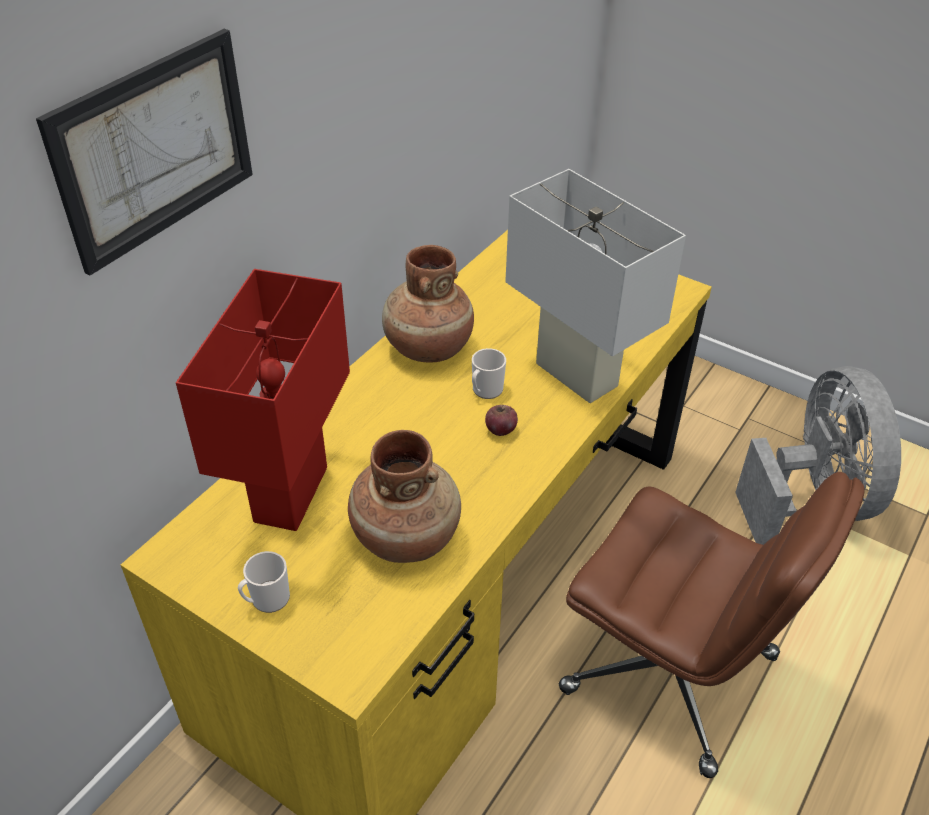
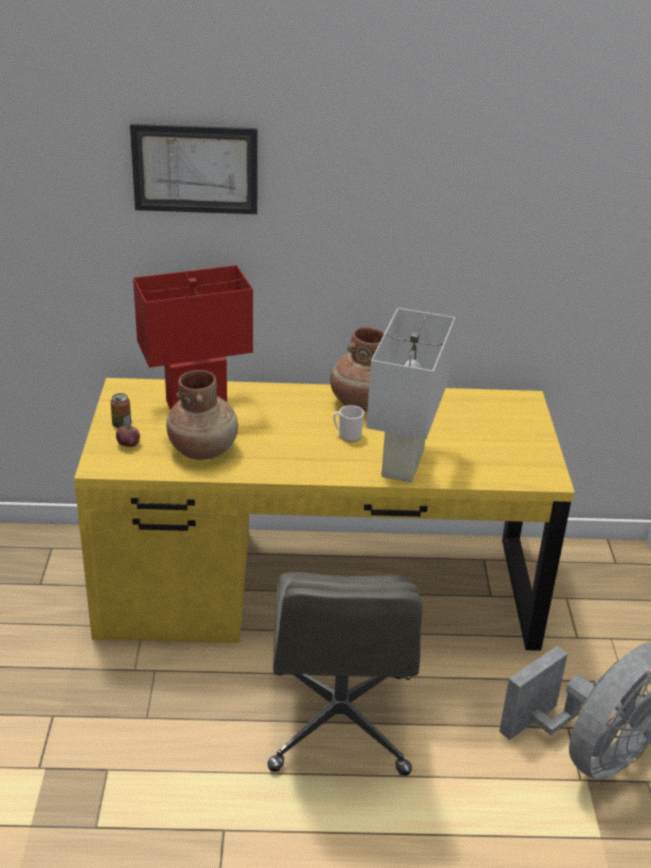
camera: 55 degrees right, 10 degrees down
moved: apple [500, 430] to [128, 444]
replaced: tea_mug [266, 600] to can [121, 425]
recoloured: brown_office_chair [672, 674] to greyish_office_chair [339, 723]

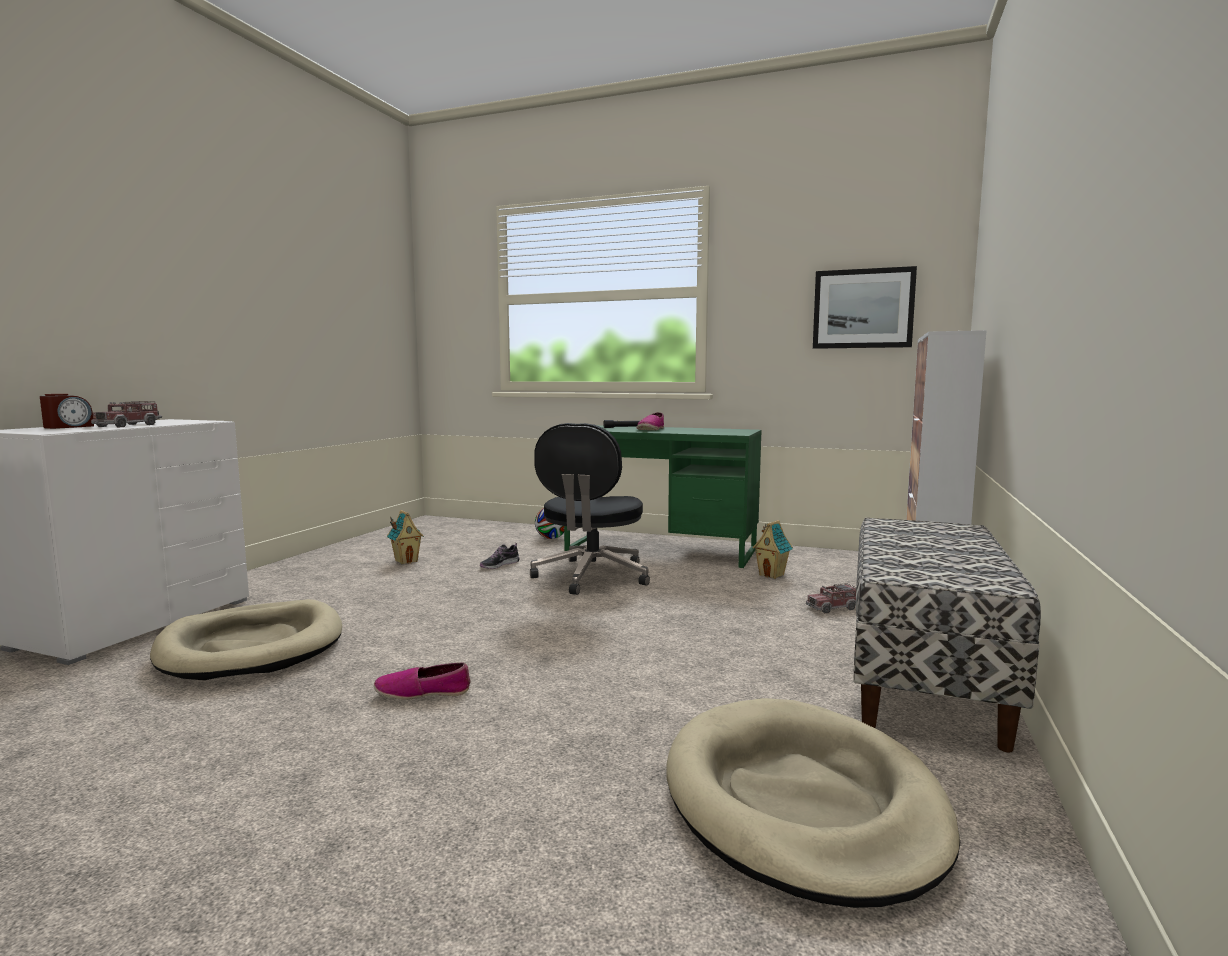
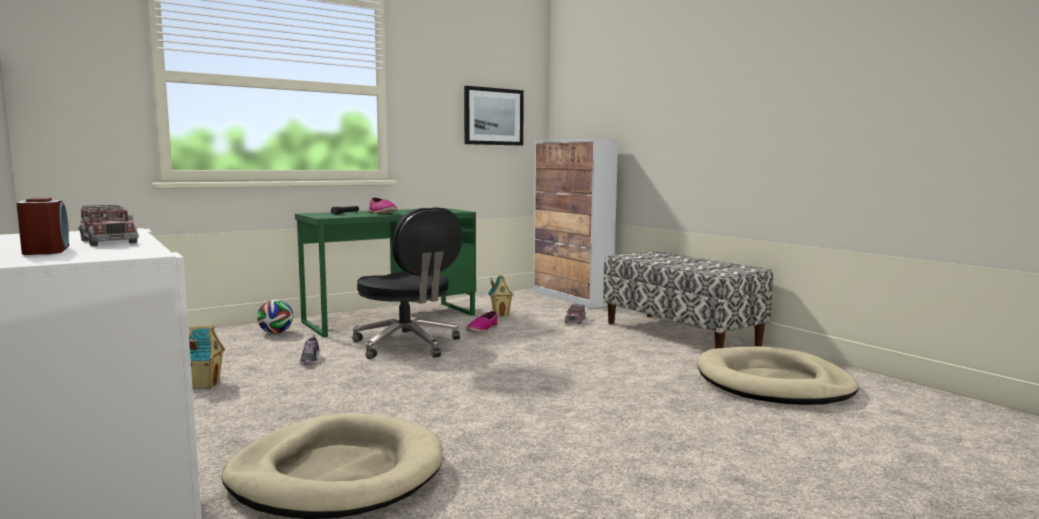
camera: 55 degrees left, 0 degrees up
moved: item_of_footwear [423, 692] to [482, 329]

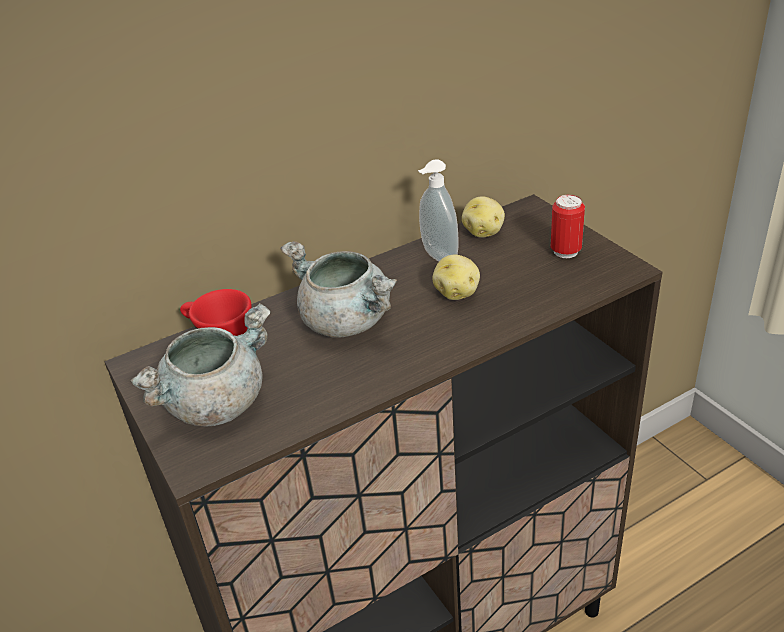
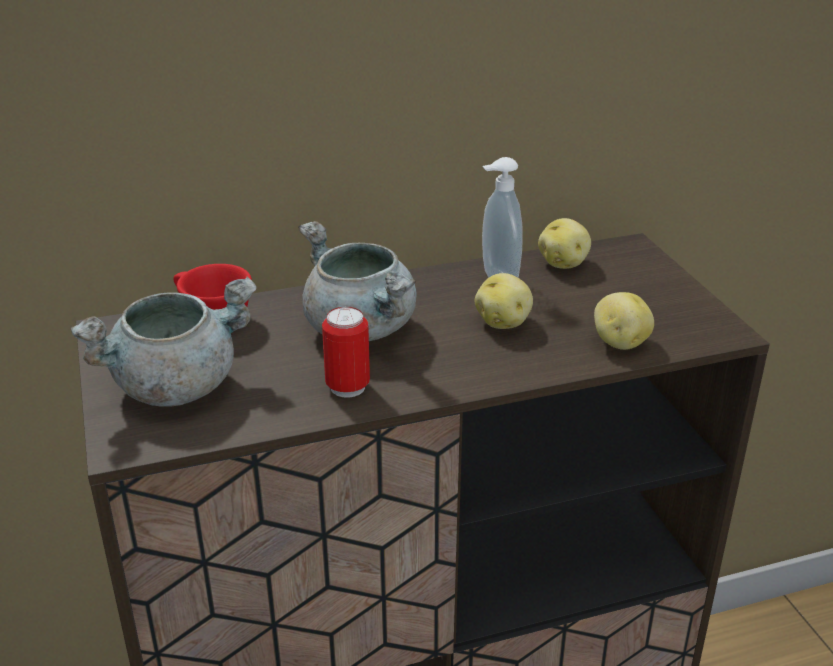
camera: 10 degrees right, 5 degrees down
added: whole_potato [619, 342]
moved: can [565, 251] to [347, 387]

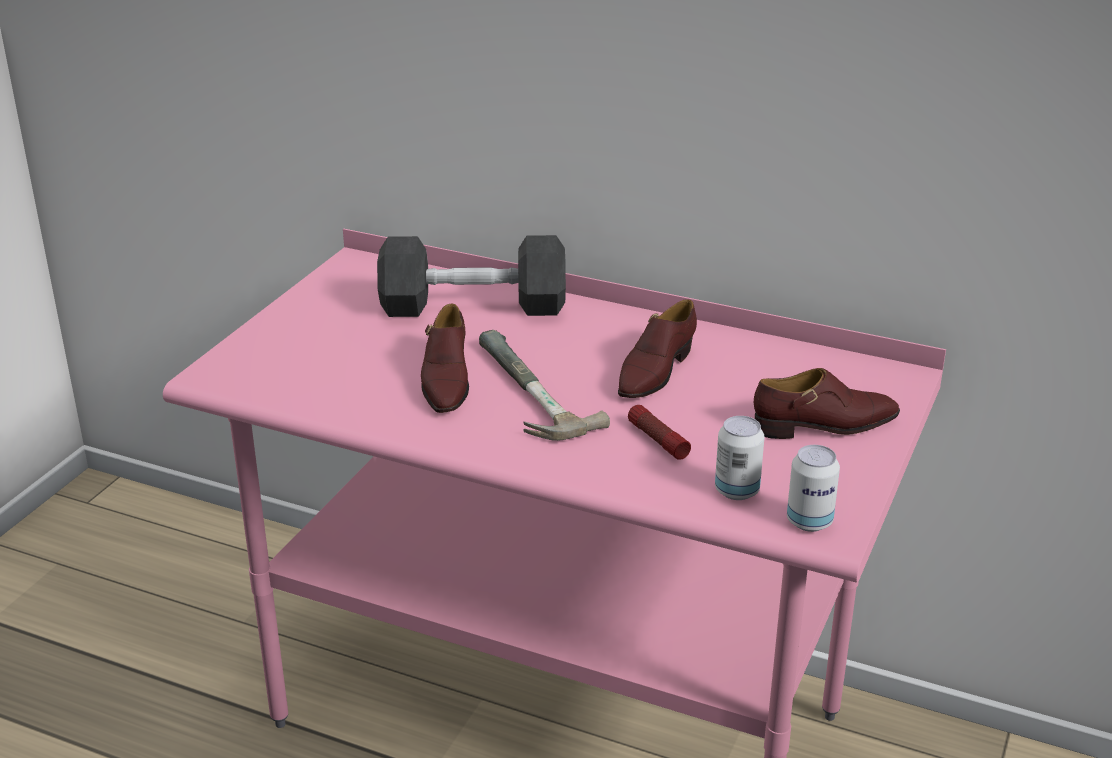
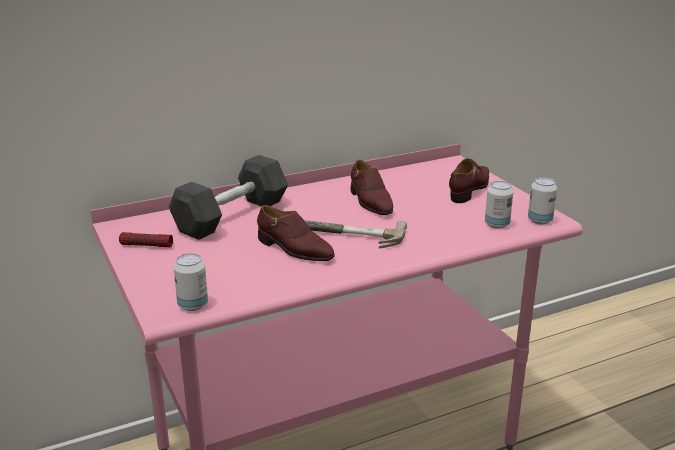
camera: 50 degrees left, 5 degrees down
added: can [193, 305]
moved: torch [657, 440] to [146, 245]

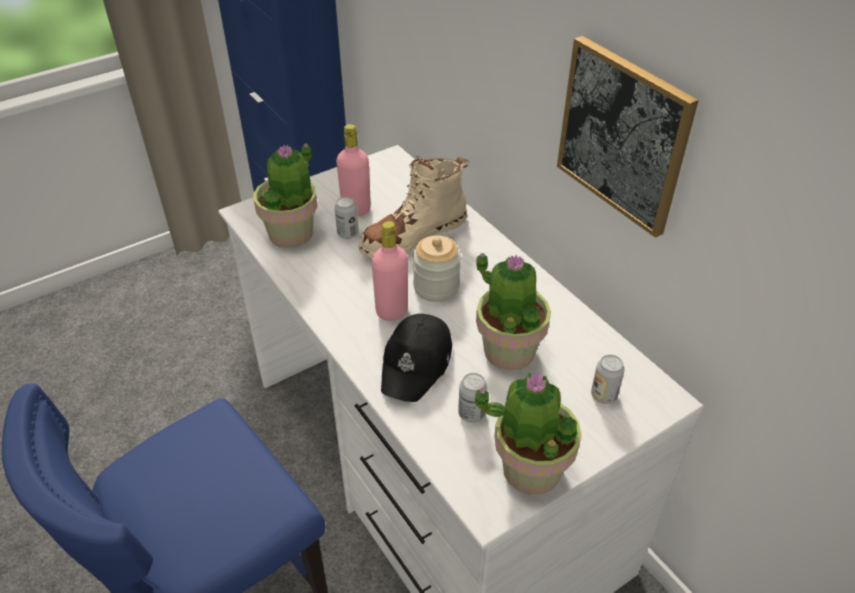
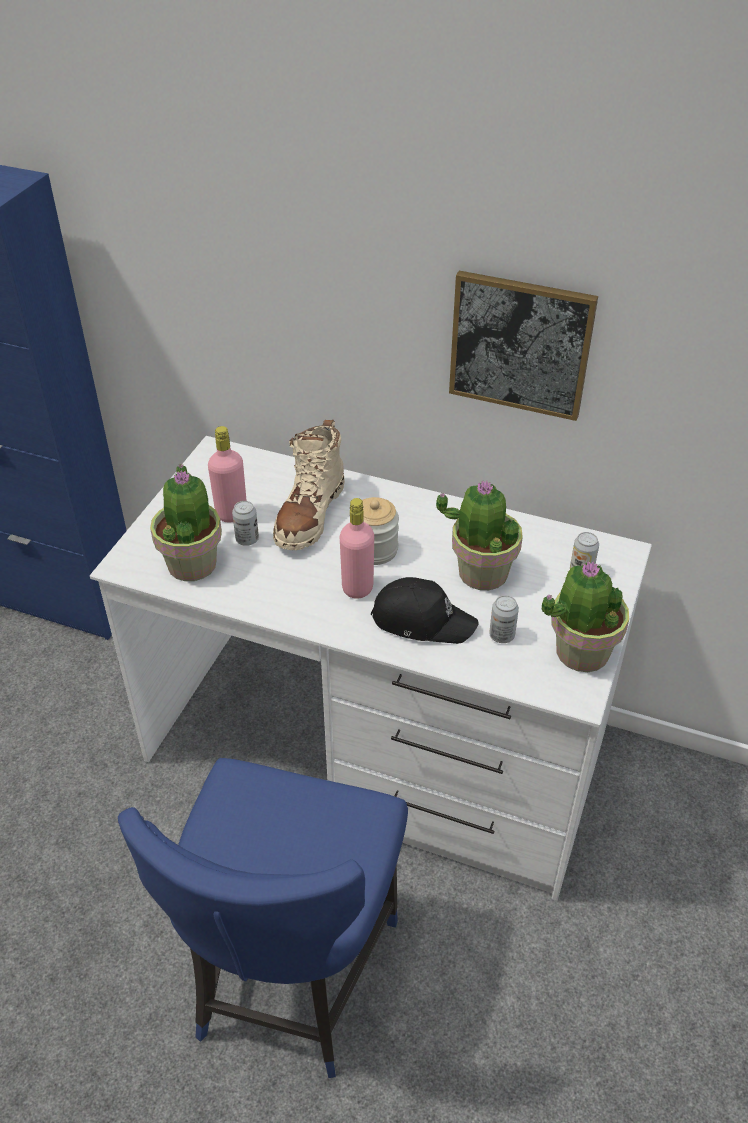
camera: 35 degrees left, 0 degrees up
turned: blackish_cap [417, 364] = [422, 620] 60 degrees counterclockwise

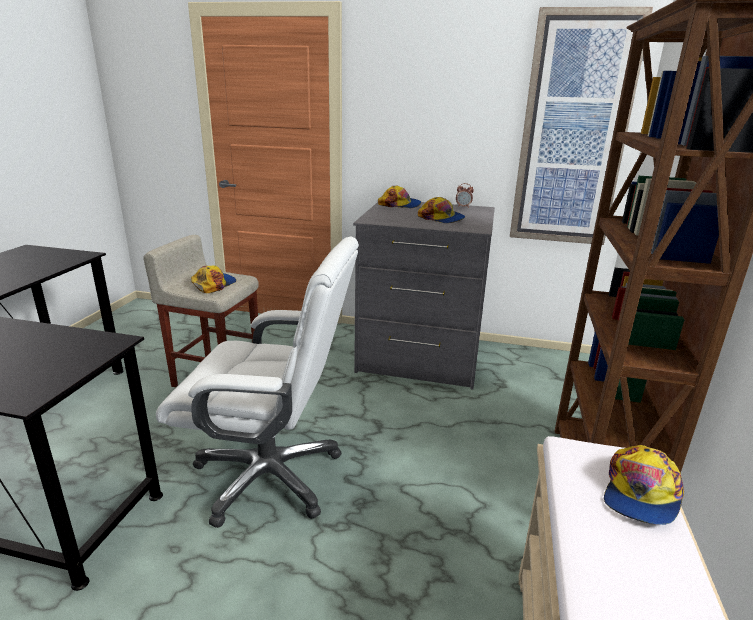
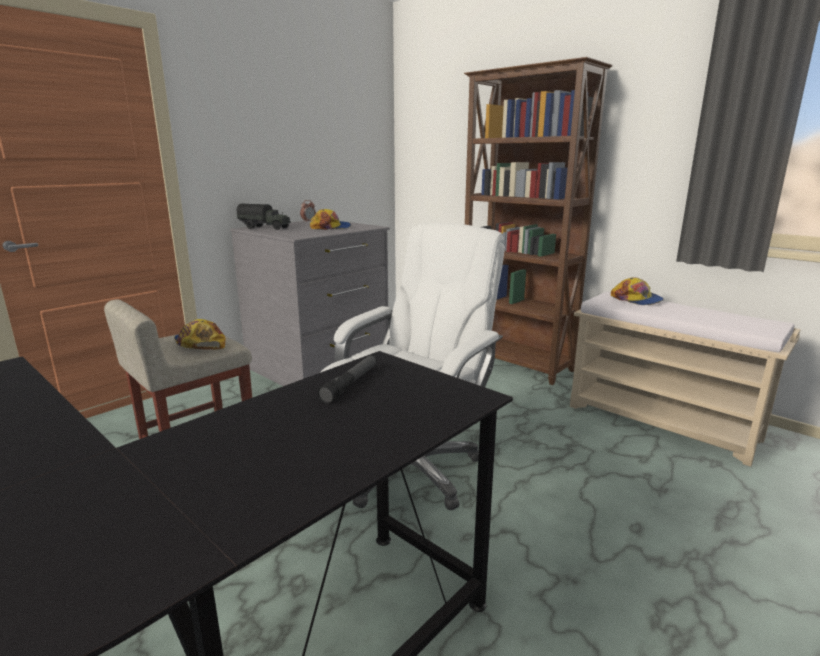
camera: 60 degrees left, 5 degrees down
removed: picture [573, 133]
added: torch [351, 383]
replaced: cap [400, 205] to toy_truck [265, 228]

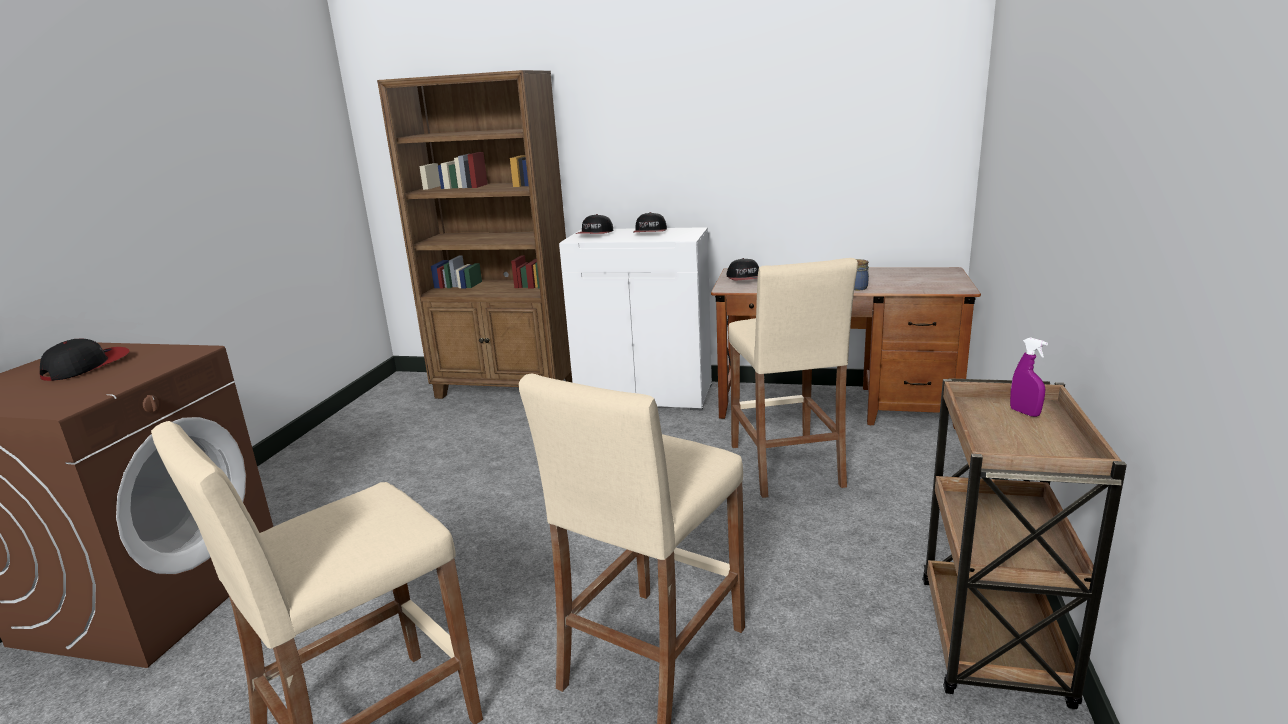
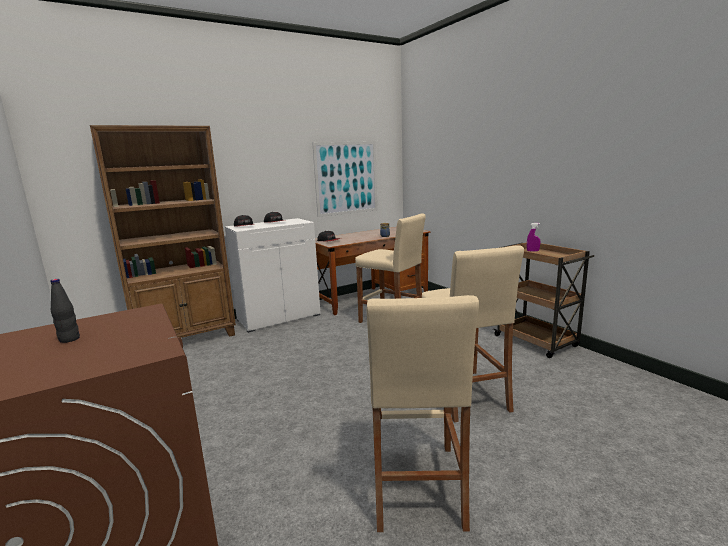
camera: 45 degrees left, 5 degrees down
added: picture [346, 178]
replaced: cap [87, 366] to blackish_drink_bottle [69, 339]

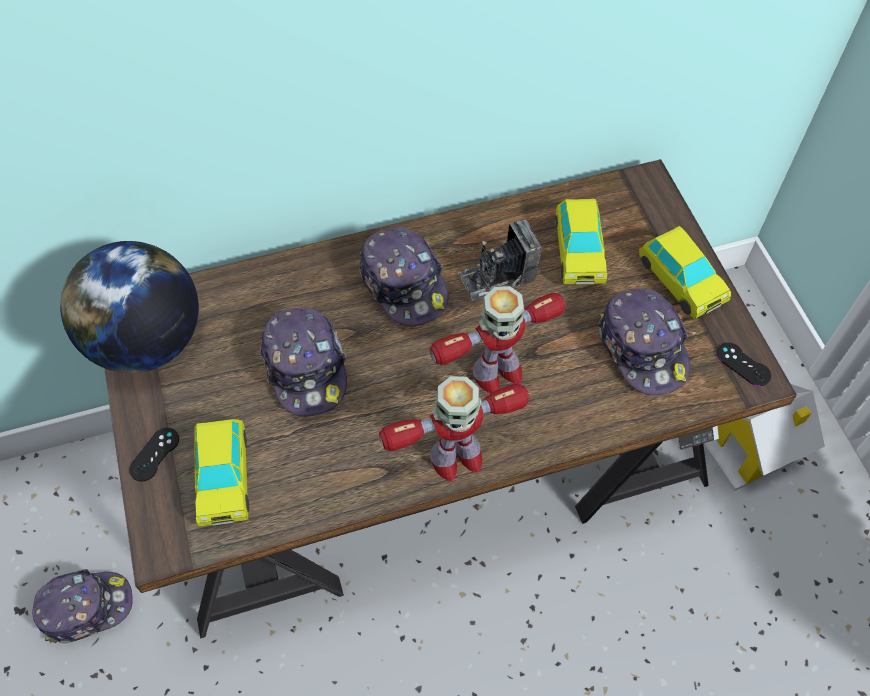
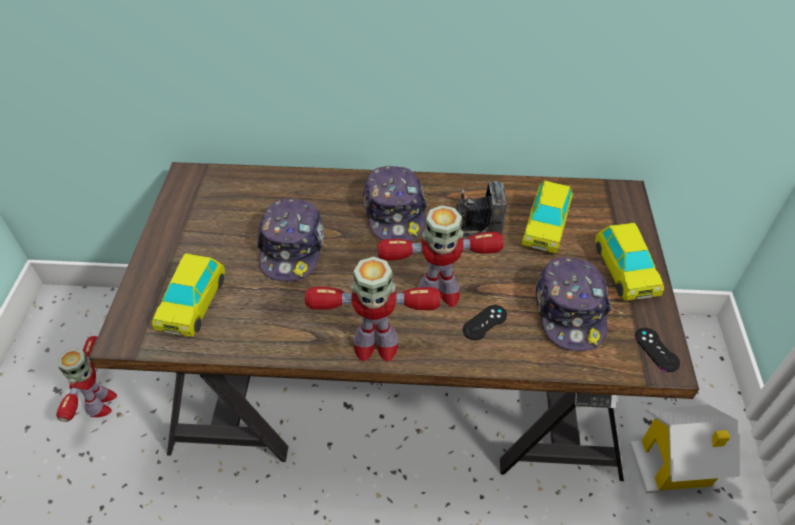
camera: 20 degrees right, 10 degrees down
removed: world_globe [148, 342]
moved: blackish_joypad [154, 454] to [484, 322]
replaced: cap [86, 607] to toy_robot [100, 404]

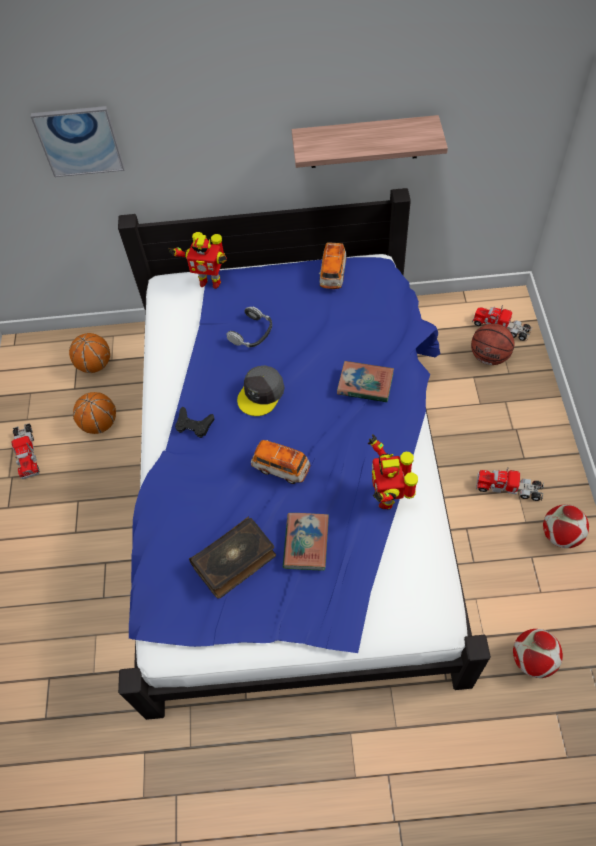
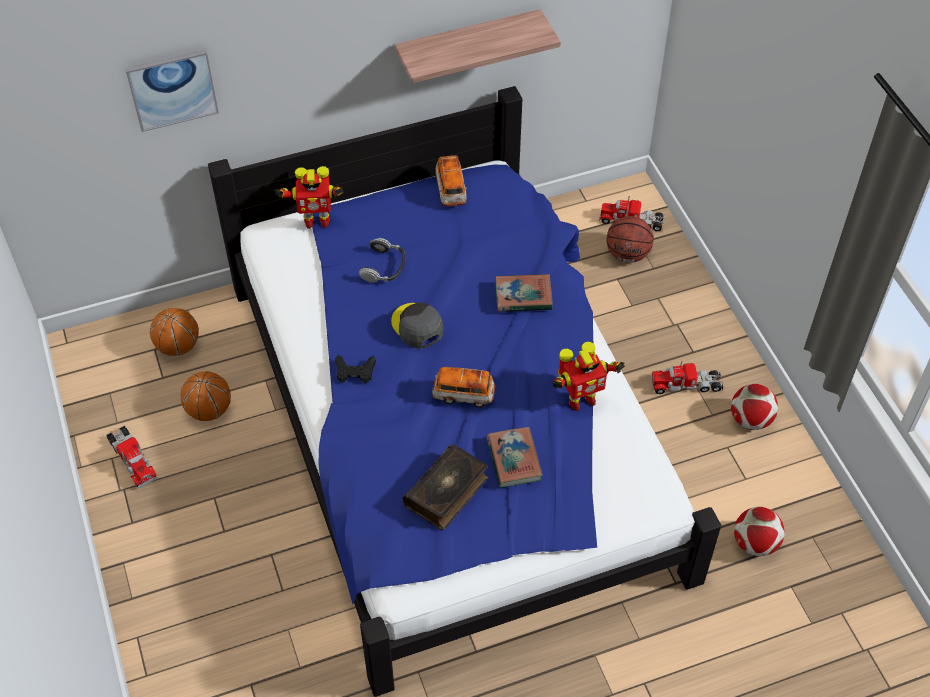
camera: 20 degrees left, 5 degrees down
turned: greyish_cap [261, 394] = [417, 326] 135 degrees clockwise; toy_robot [387, 496] = [580, 400] 90 degrees counterclockwise

